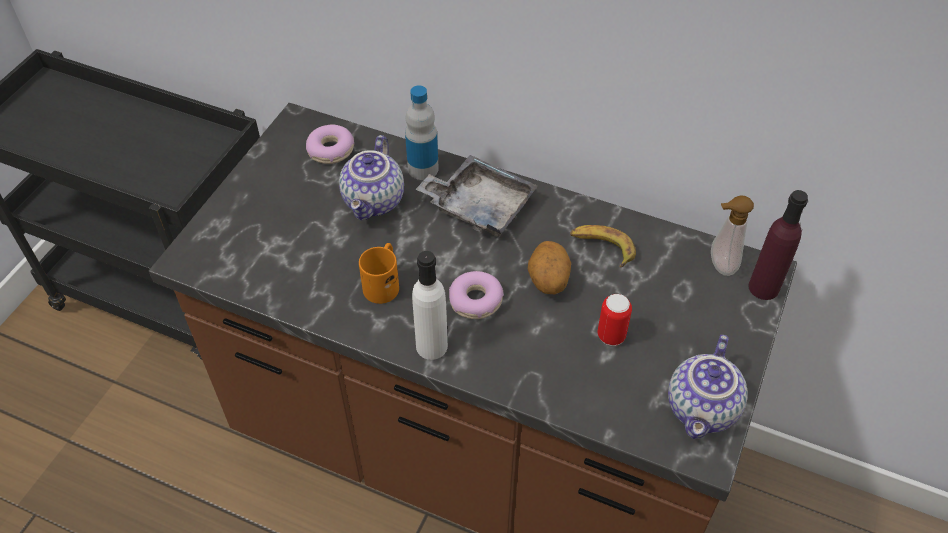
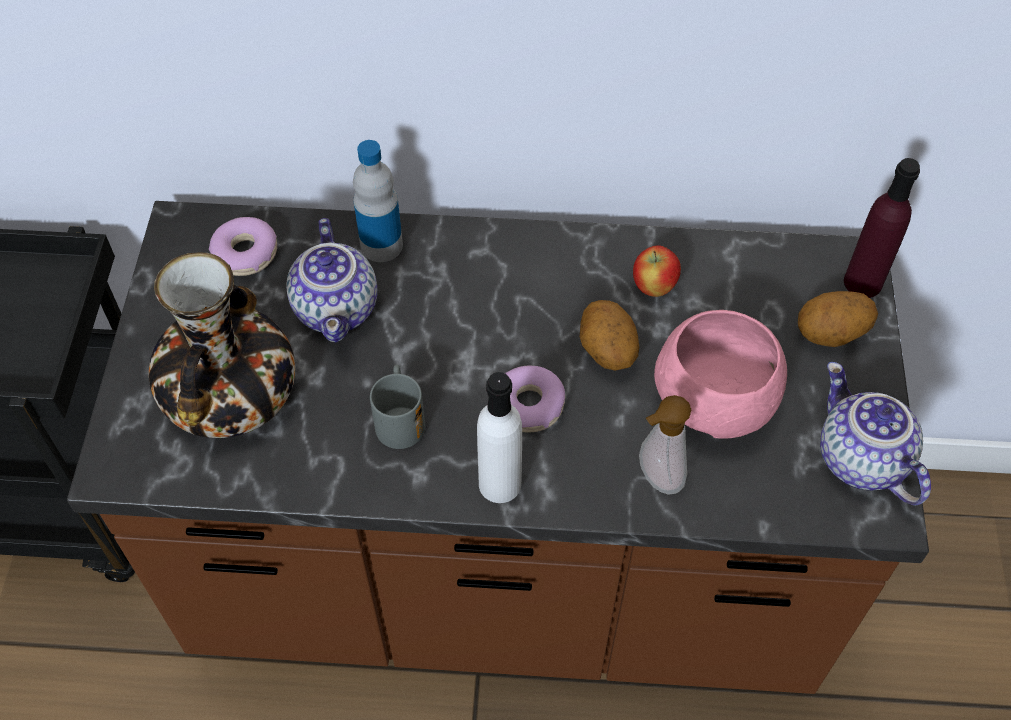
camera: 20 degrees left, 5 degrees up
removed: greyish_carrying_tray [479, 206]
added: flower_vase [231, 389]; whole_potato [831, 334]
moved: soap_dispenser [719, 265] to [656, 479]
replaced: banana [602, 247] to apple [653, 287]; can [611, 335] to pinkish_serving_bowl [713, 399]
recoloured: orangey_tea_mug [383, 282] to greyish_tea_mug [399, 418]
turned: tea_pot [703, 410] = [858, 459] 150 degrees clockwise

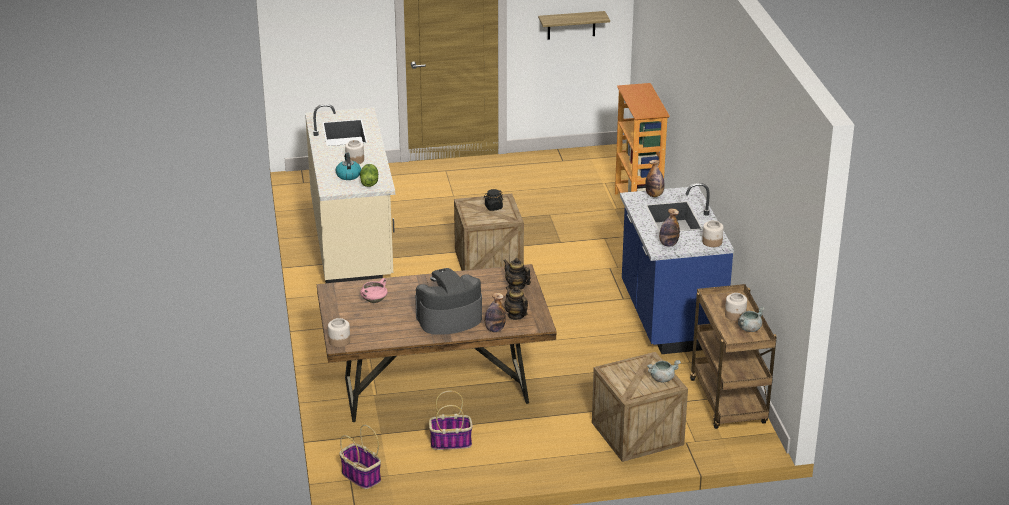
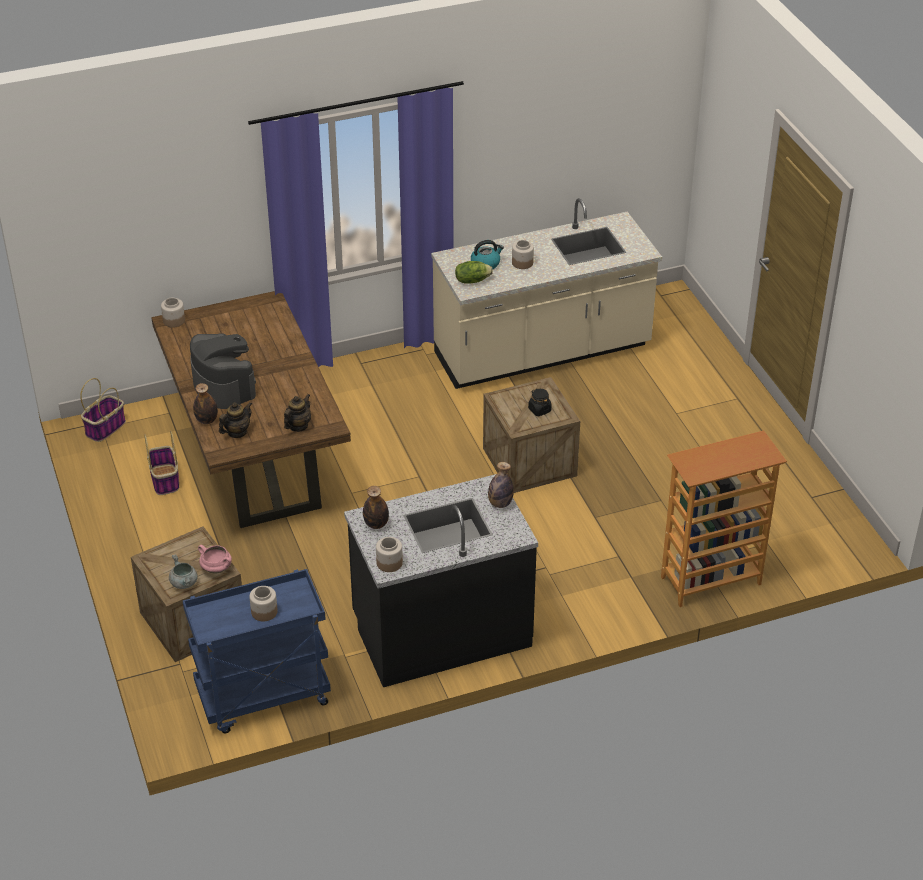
camera: 80 degrees right, 10 degrees up
removed: wall_shelf [571, 25]; greyish_cooking_pot [749, 328]
moved: pinkish_cooking_pot [374, 300] to [217, 568]
recoloured: bluish_kitchen_counter [669, 318] to blackish_kitchen_counter [441, 631]; brown_trolley [729, 403] to bluish_trolley [263, 698]

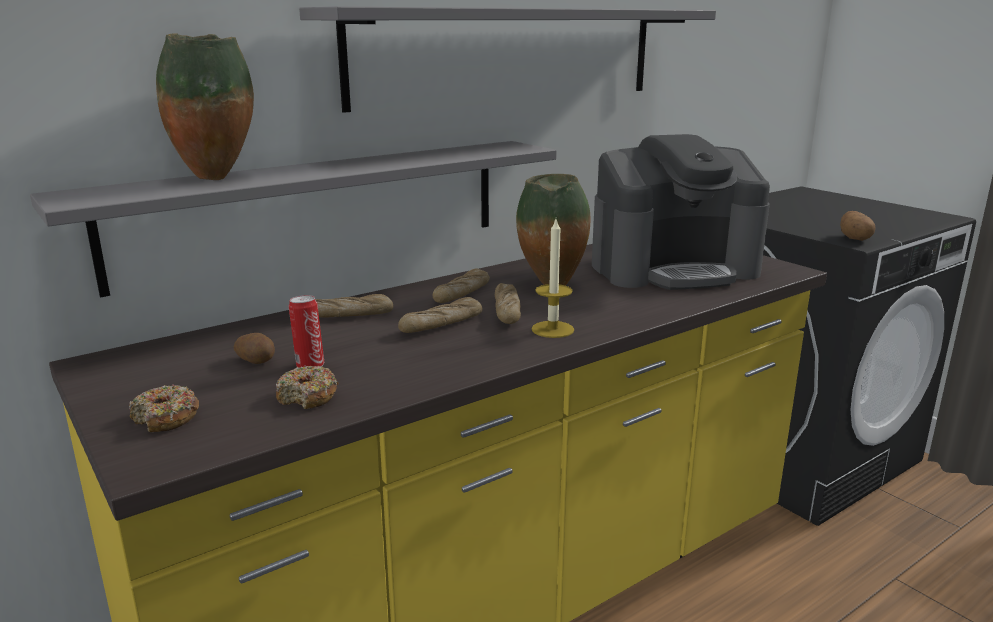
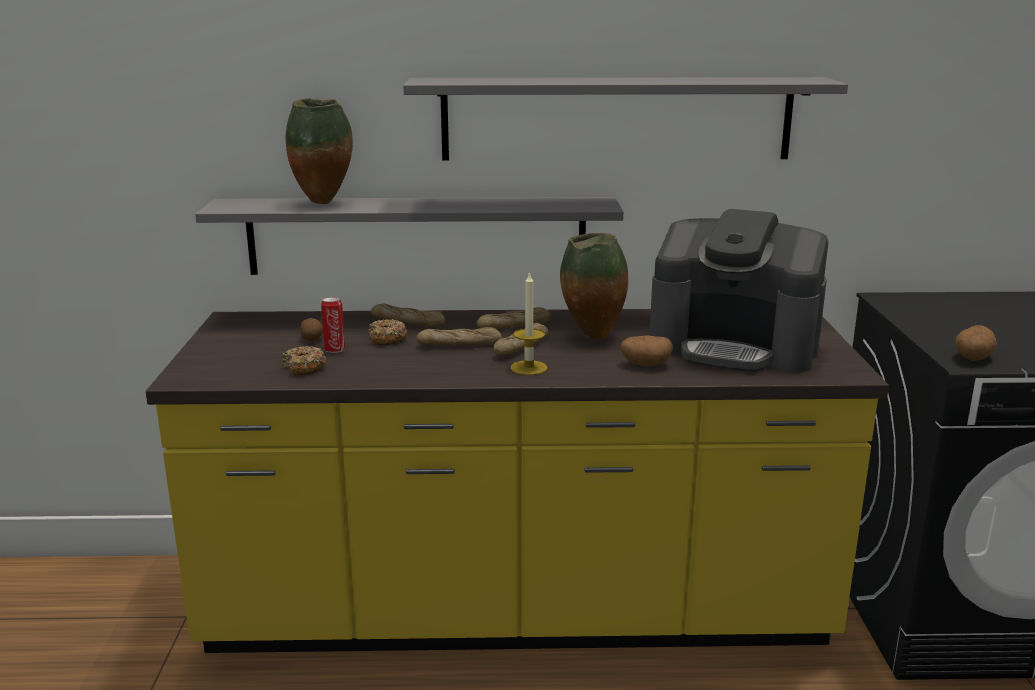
camera: 35 degrees right, 0 degrees up
added: whole_potato [645, 364]
moved: doughnut [166, 418] to [387, 339]

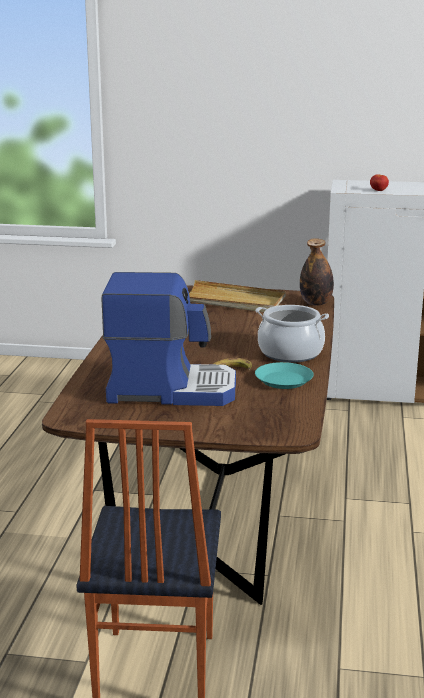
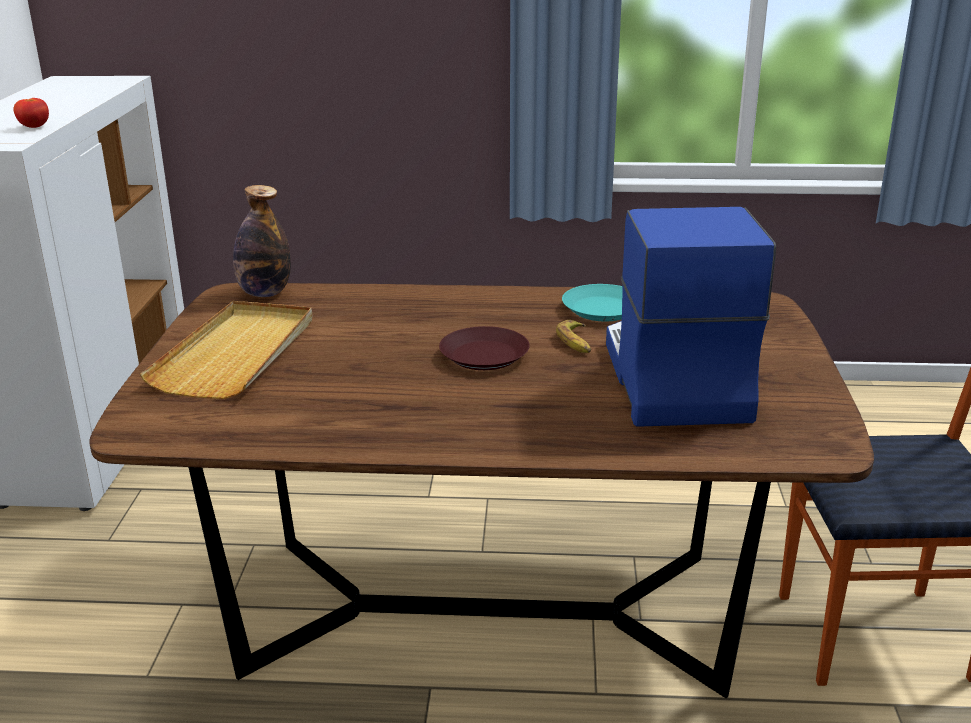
camera: 95 degrees left, 5 degrees up
removed: cooking_pot [290, 353]
added: brown_plate [483, 356]

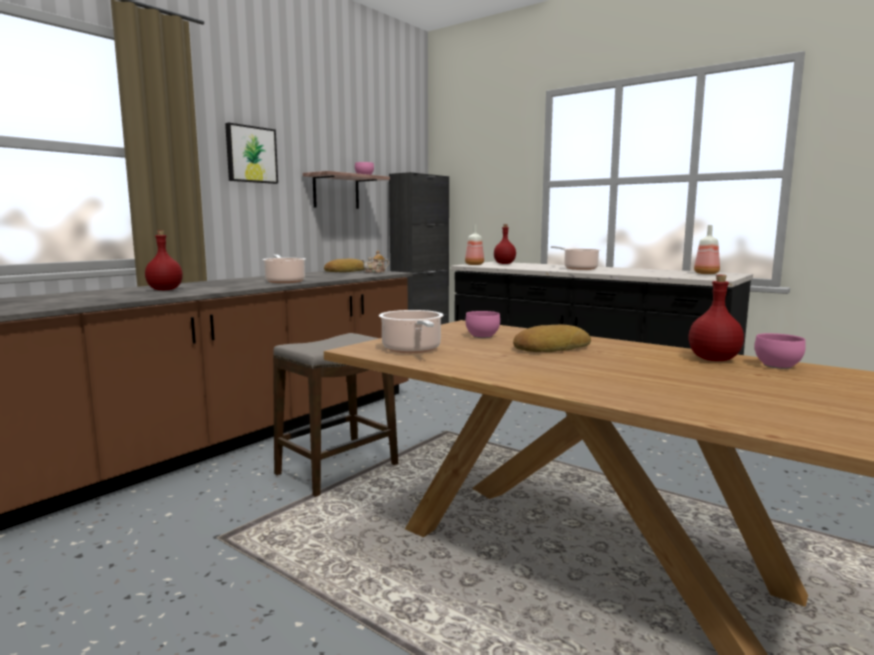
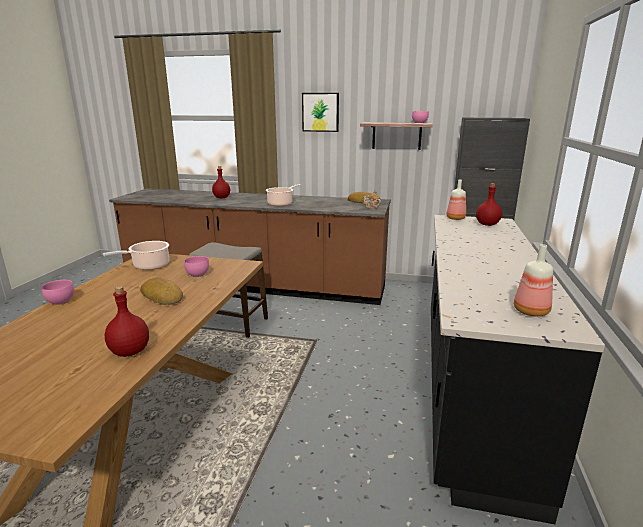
camera: 65 degrees right, 10 degrees up
removed: cooking_pot [578, 268]
moved: pinkish_serving_bowl [776, 365] to [62, 301]

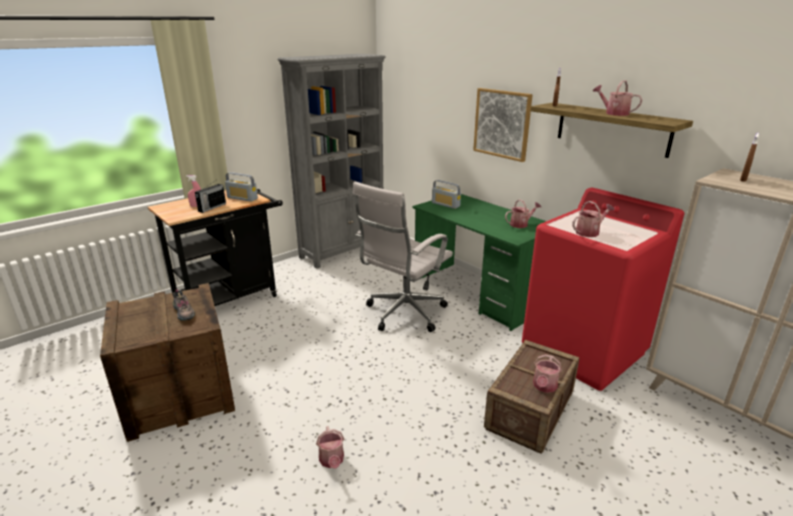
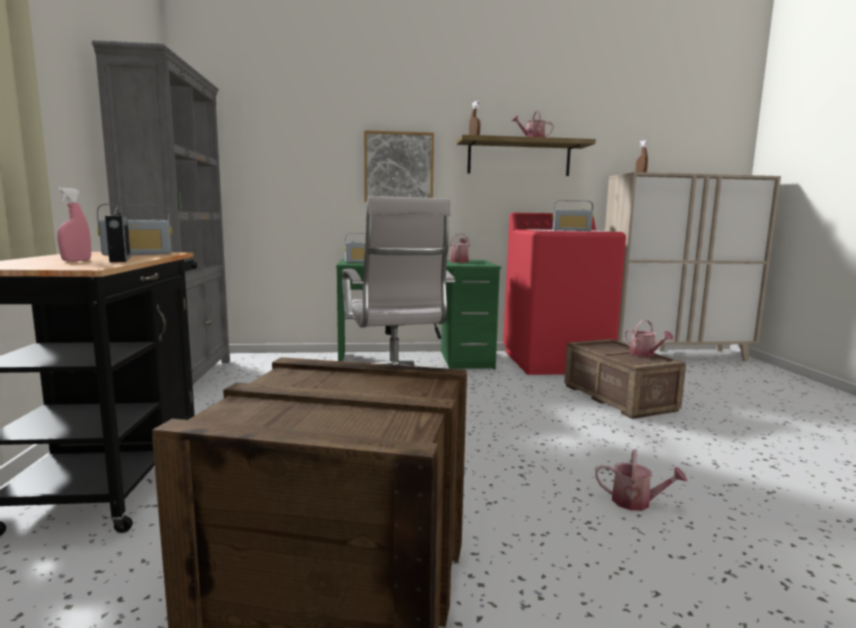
camera: 55 degrees left, 15 degrees down
removed: item_of_footwear [184, 312]
replaced: sprinkling_can [589, 232] to radio [571, 230]

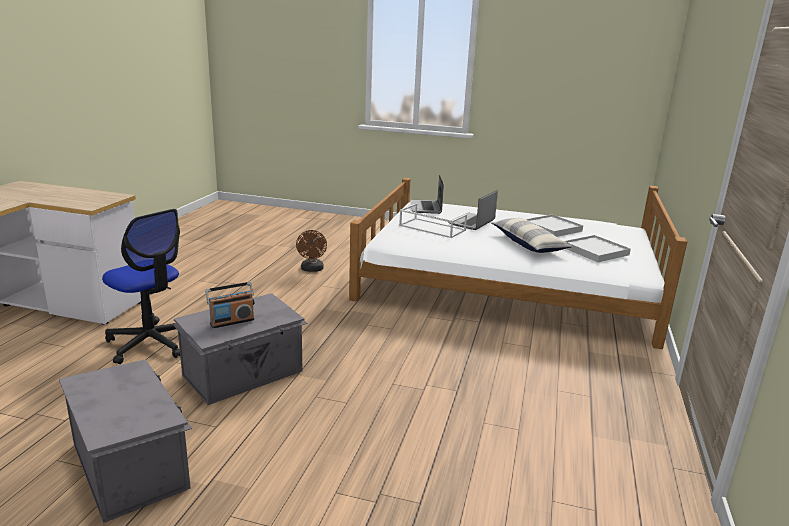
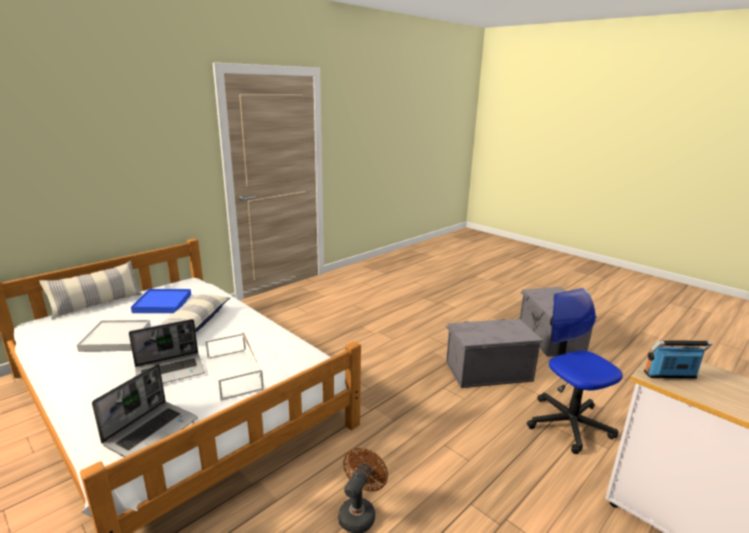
camera: 150 degrees left, 0 degrees up
added: pillow [97, 305]
moved: radio [232, 321] to [670, 375]
recoloured: white-coloured_carrying_tray [595, 251] to bluish_carrying_tray [163, 303]

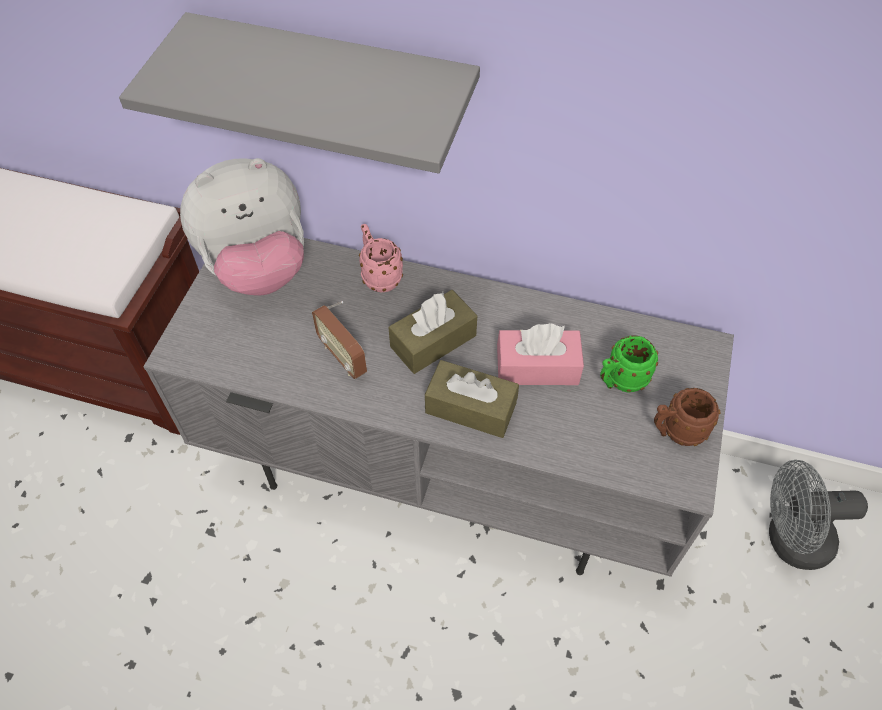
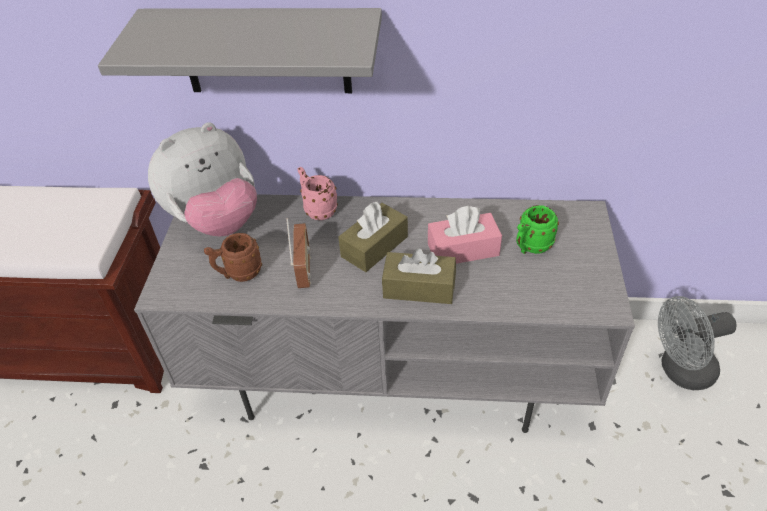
camera: 10 degrees left, 10 degrees down
moved: brown_tea_mug [676, 431] to [238, 273]
turned: radio [343, 357] = [303, 271] 135 degrees counterclockwise

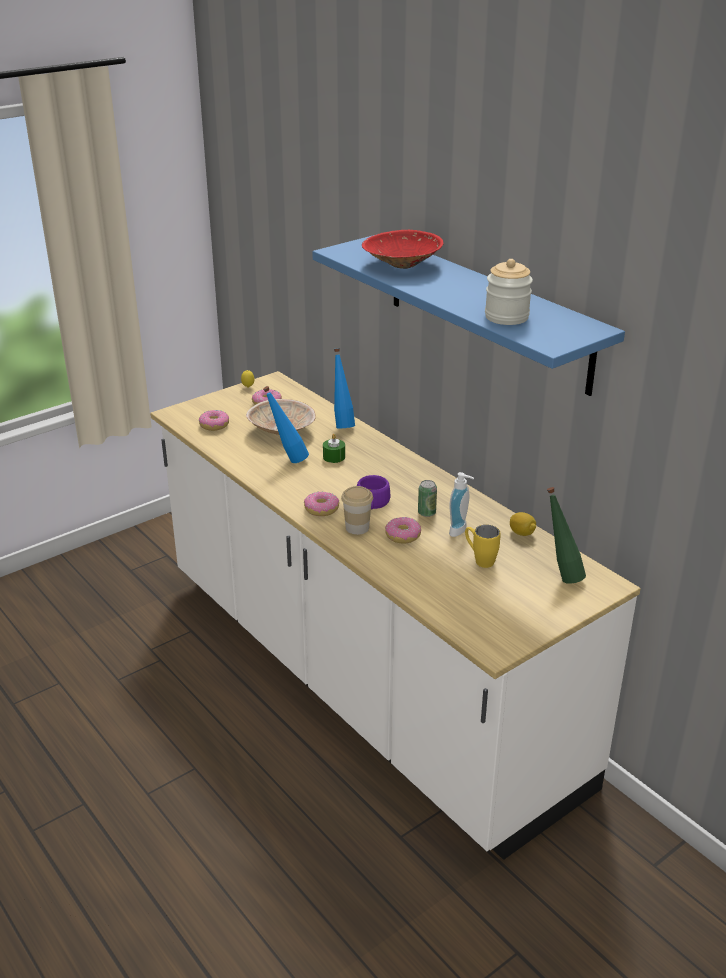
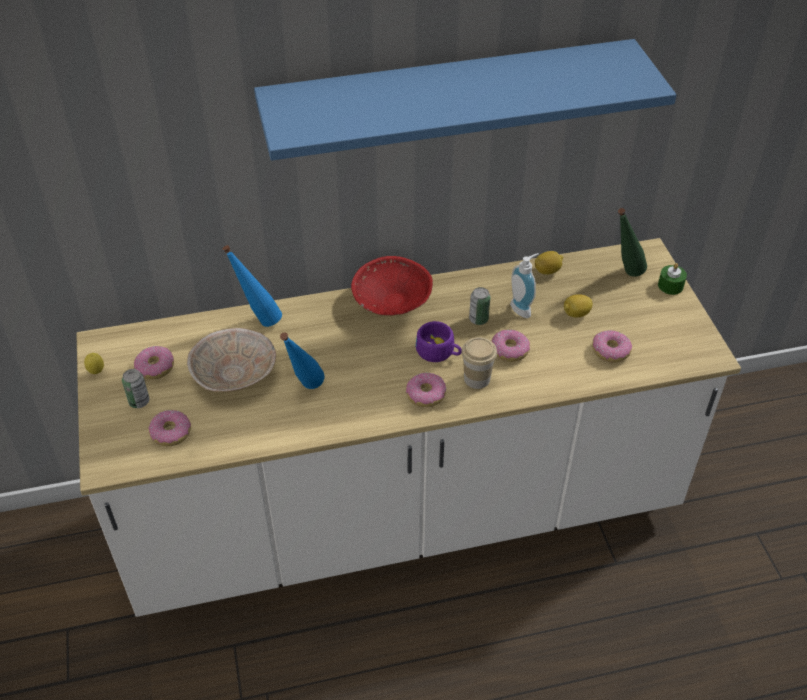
camera: 65 degrees left, 15 degrees up
removed: preserve_jar [506, 317]
added: can [139, 401]; doughnut [611, 351]
moved: green-coloured_wax_candle [334, 457] to [670, 286]; red-coloured_serving_bowl [401, 265] to [391, 302]
replaced: yellow_tea_mug [479, 560] to whole_lemon [576, 314]

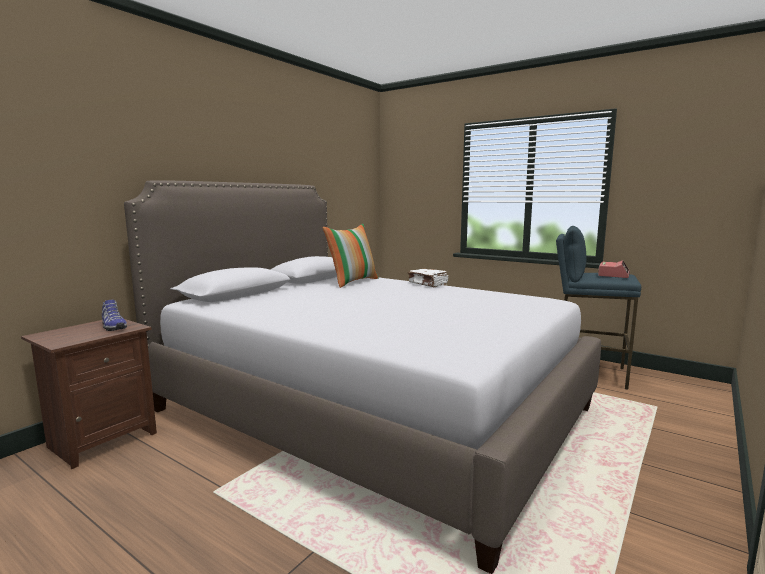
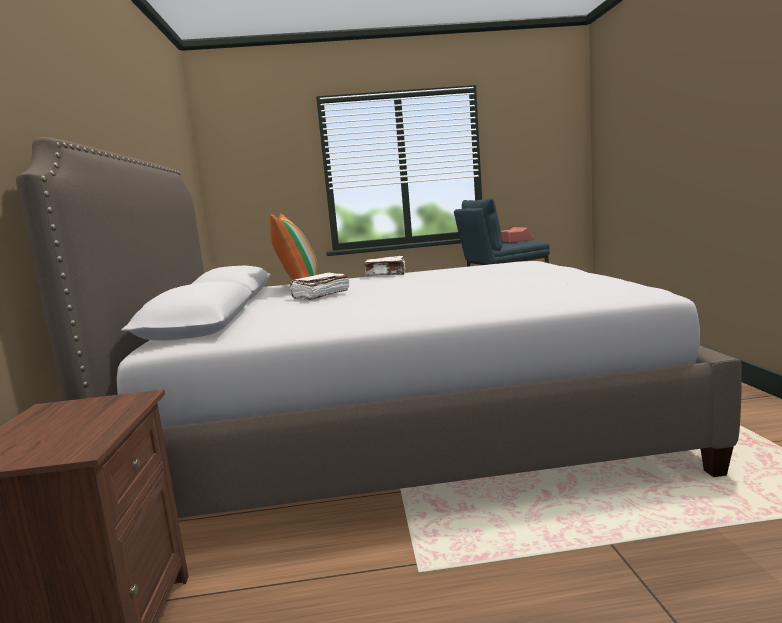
camera: 40 degrees left, 0 degrees up
removed: item_of_footwear [113, 327]
added: white-coloured_bound_book [320, 296]

